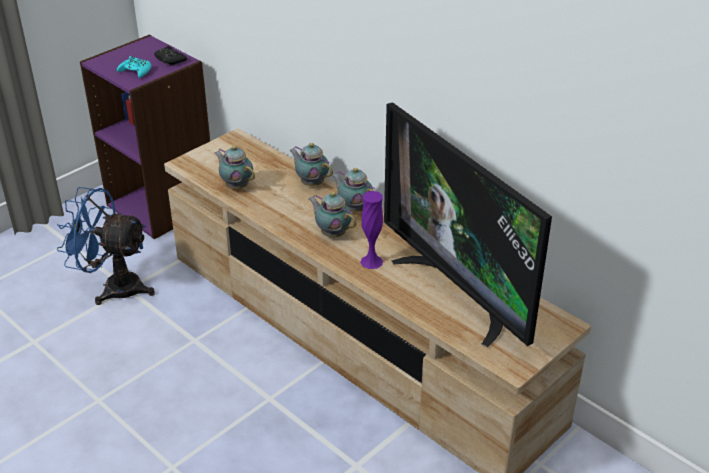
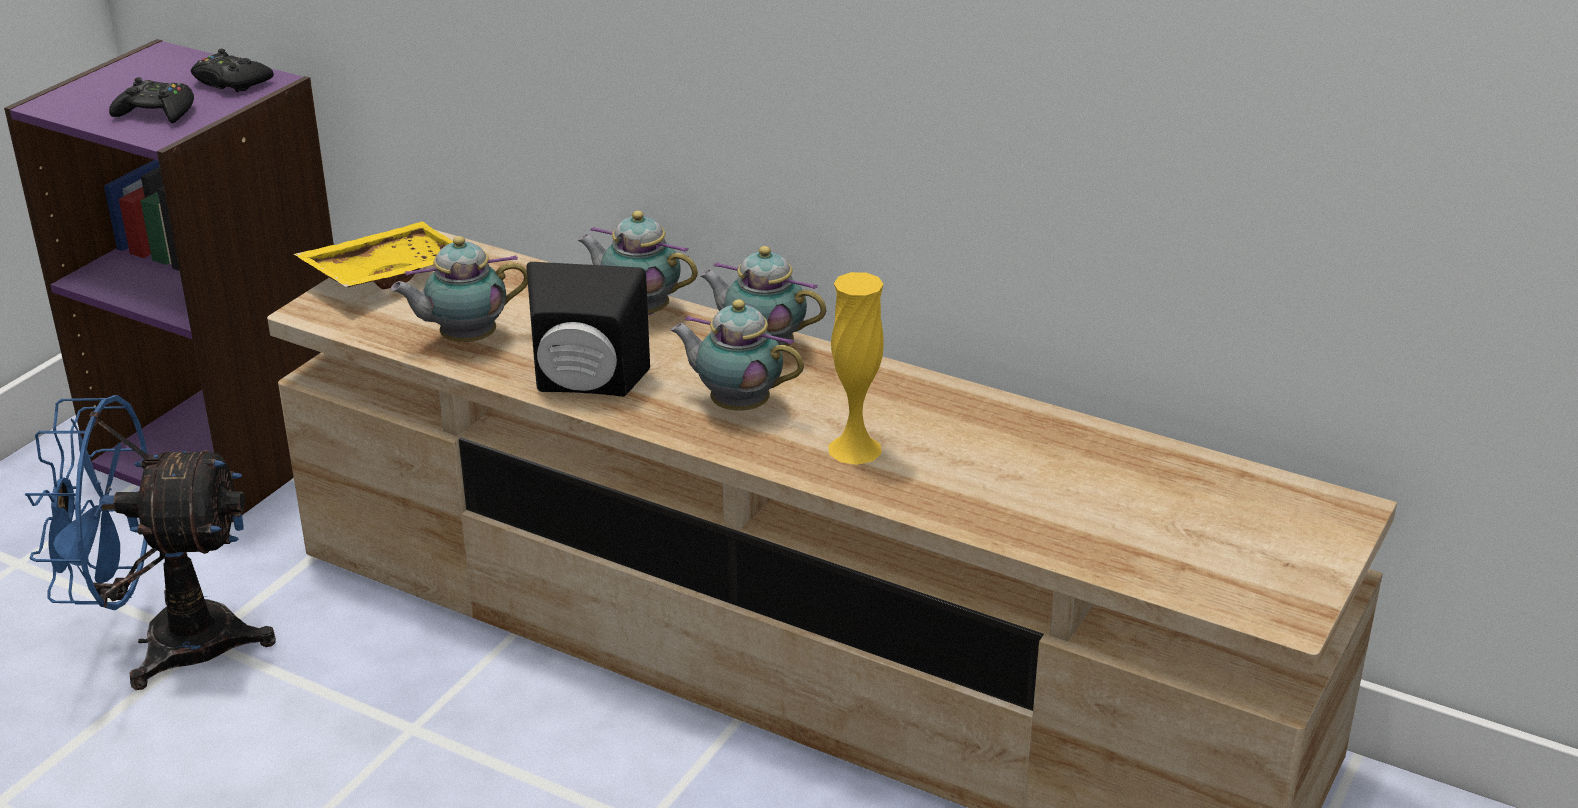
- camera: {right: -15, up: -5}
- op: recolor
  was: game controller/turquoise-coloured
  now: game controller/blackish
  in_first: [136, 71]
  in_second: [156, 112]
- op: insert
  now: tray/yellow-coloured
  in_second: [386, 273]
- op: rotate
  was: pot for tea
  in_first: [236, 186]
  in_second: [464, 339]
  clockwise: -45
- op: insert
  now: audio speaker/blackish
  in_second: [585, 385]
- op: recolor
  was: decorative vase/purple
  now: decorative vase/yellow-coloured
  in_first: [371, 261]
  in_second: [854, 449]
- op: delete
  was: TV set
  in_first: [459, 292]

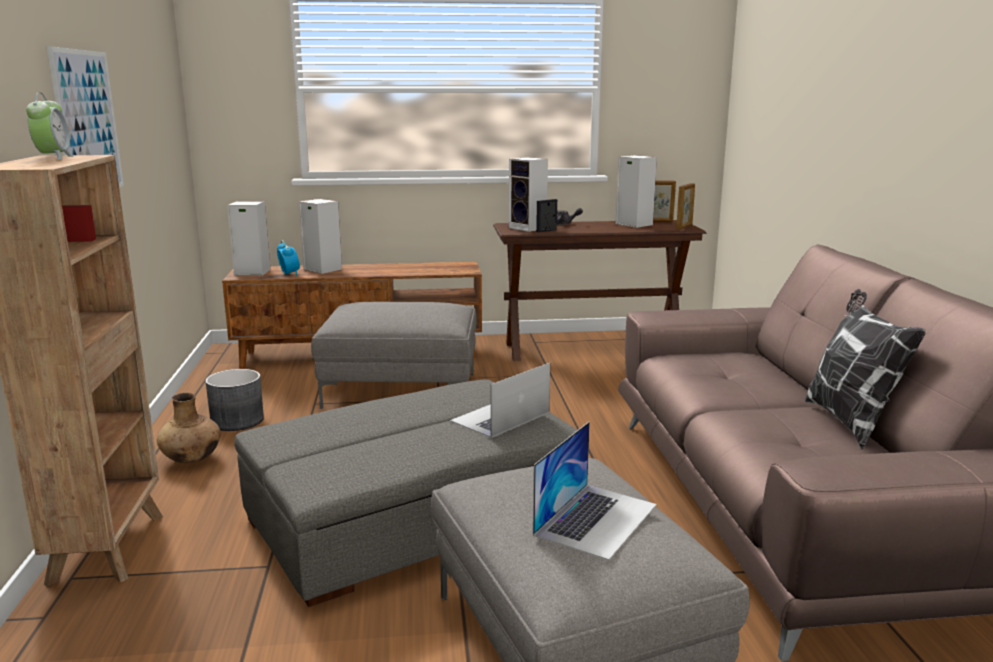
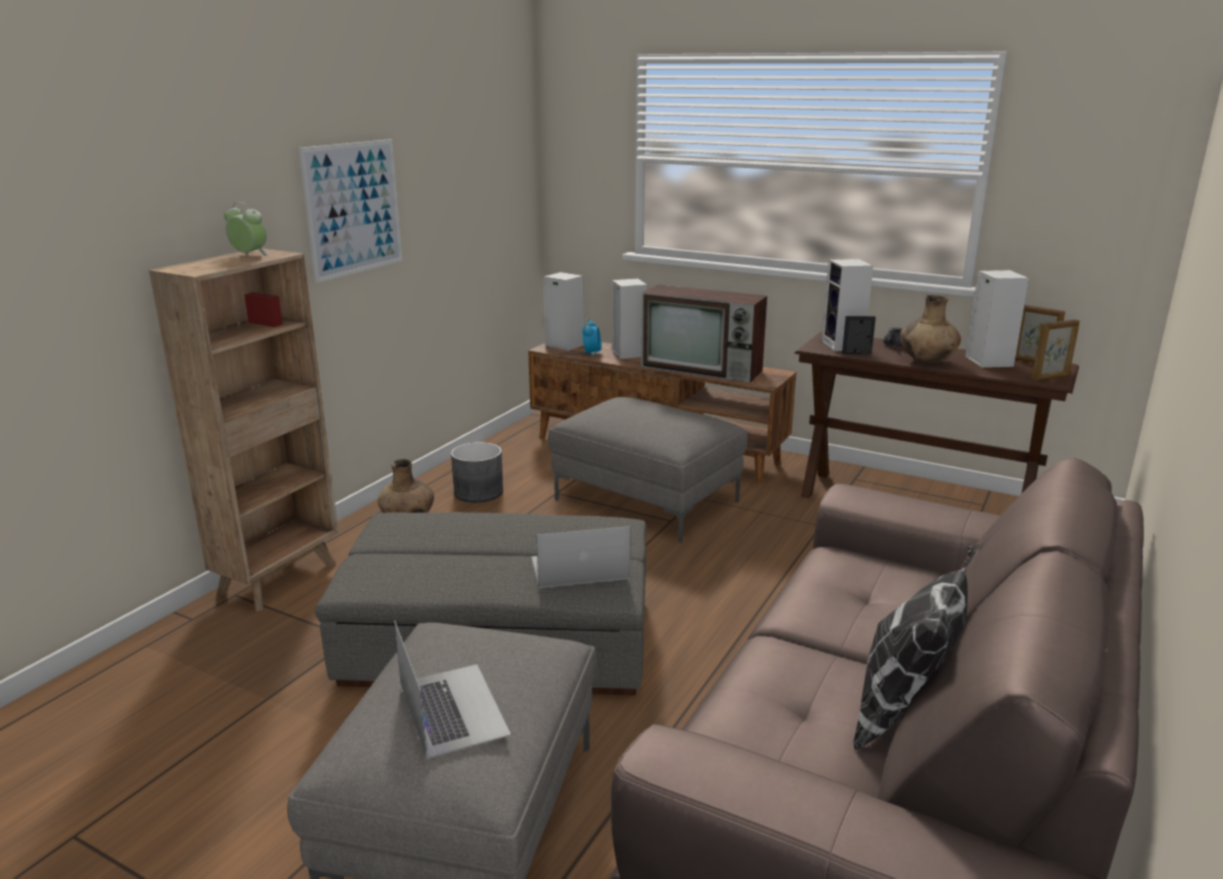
- camera: {right: 35, up: 5}
- op: rotate
  was: alarm clock
  in_first: [53, 158]
  in_second: [249, 255]
  clockwise: -90
- op: rotate
  was: laptop
  in_first: [596, 519]
  in_second: [452, 708]
  clockwise: -90
- op: insert
  now: TV set
  in_second: [703, 369]
- op: insert
  now: decorative vase/brownish
  in_second: [926, 361]

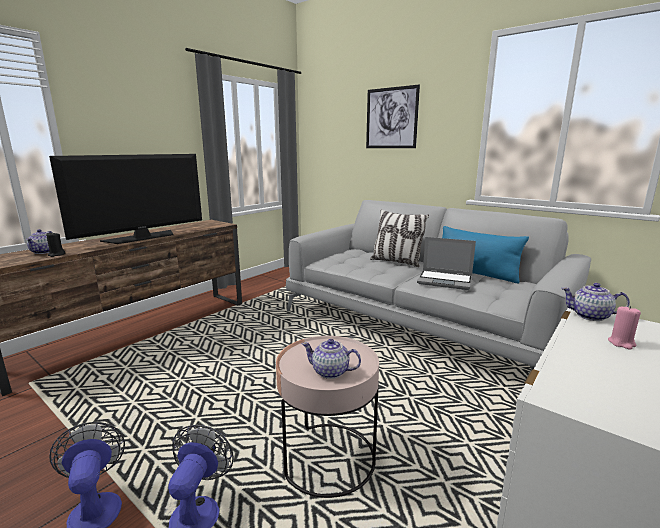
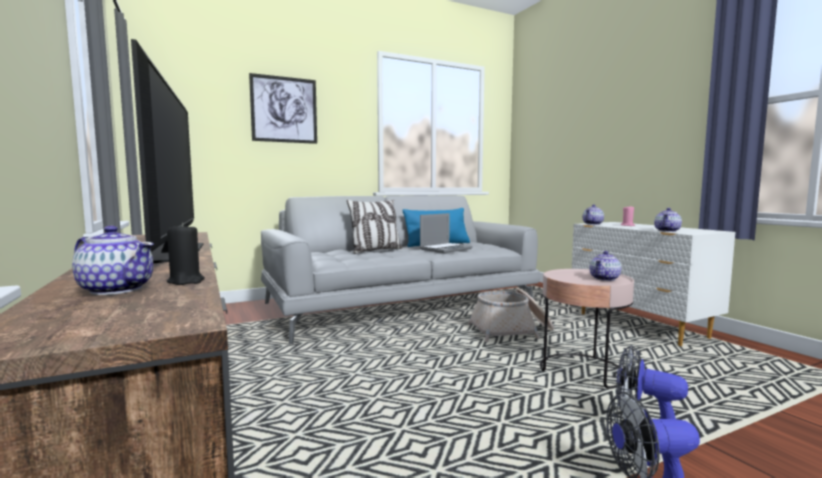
- camera: {right: -65, up: -10}
- op: insert
  now: storage basket
  in_second: [511, 331]
- op: insert
  now: pot for tea
  in_second: [667, 231]

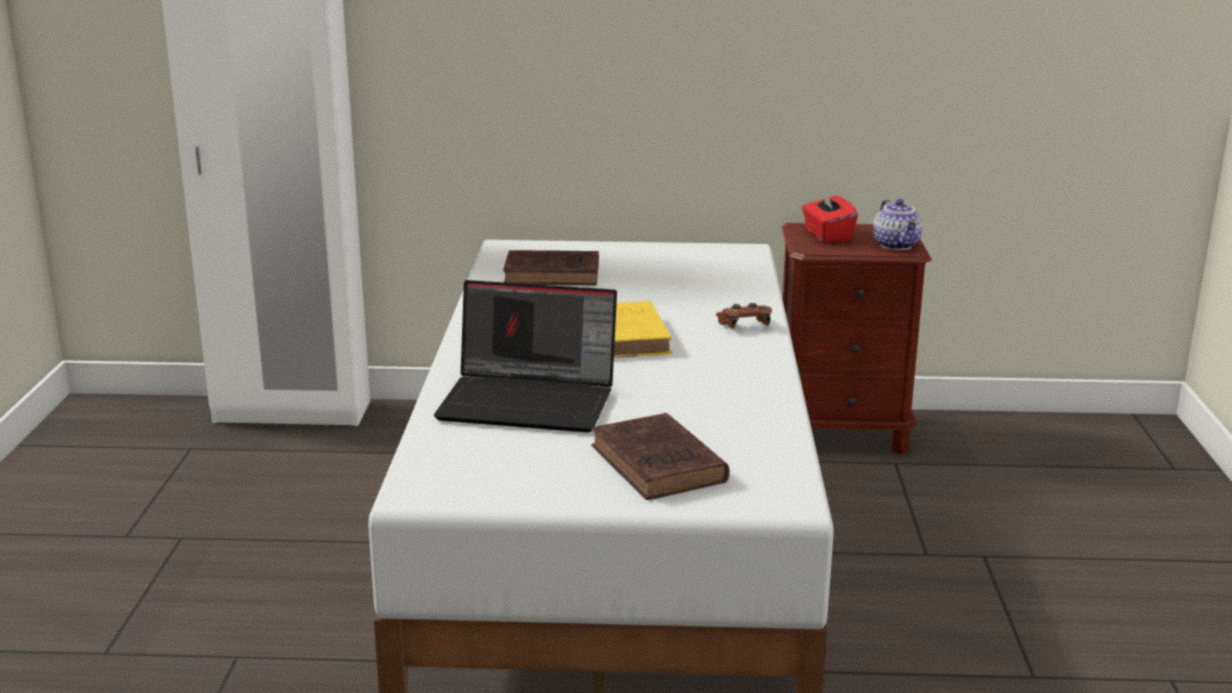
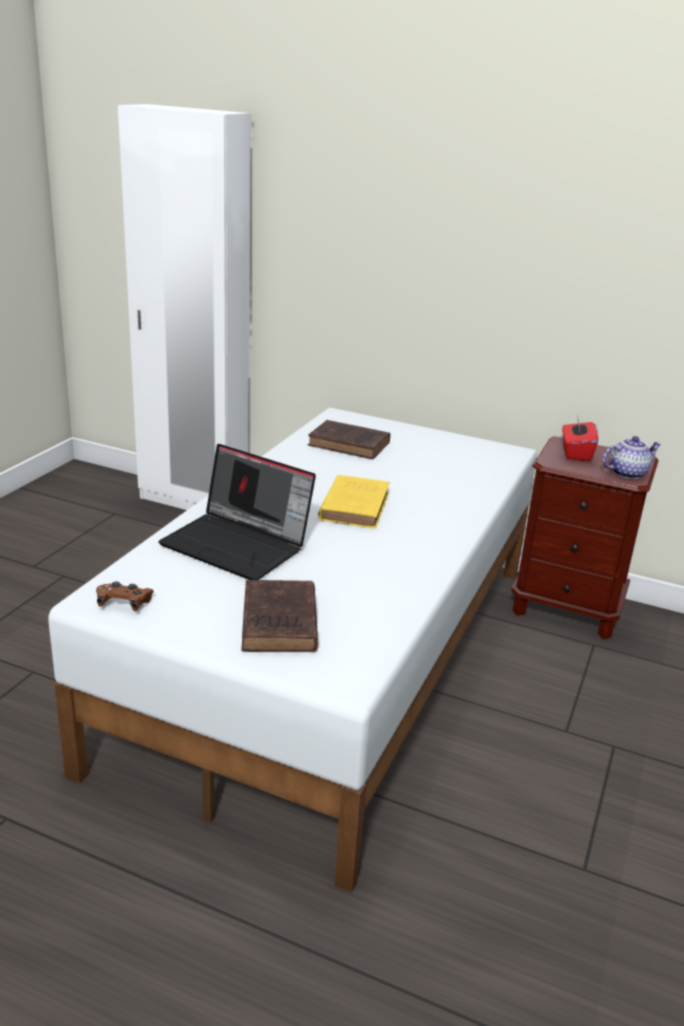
- camera: {right: 20, up: 5}
- op: move
  was: game controller/brownish
  in_first: [744, 325]
  in_second: [124, 604]
- op: rotate
  was: pot for tea
  in_first: [897, 245]
  in_second: [626, 473]
  clockwise: -120

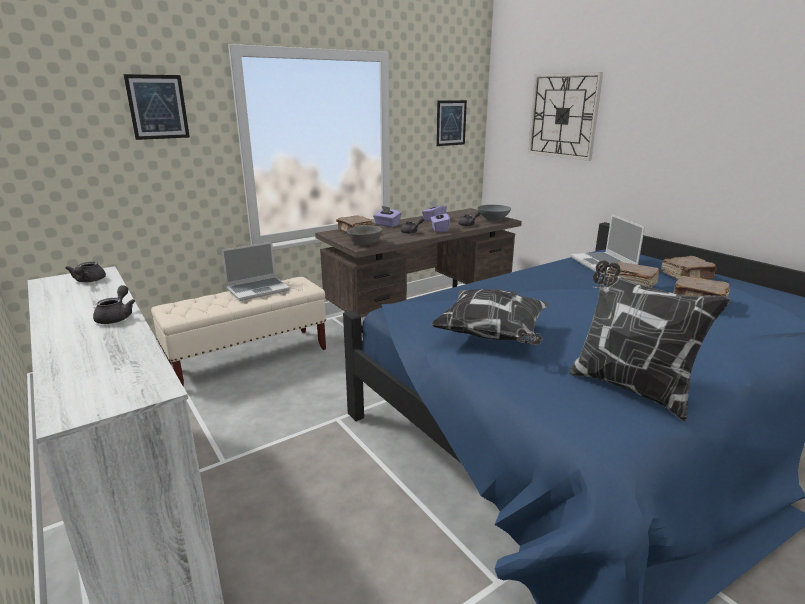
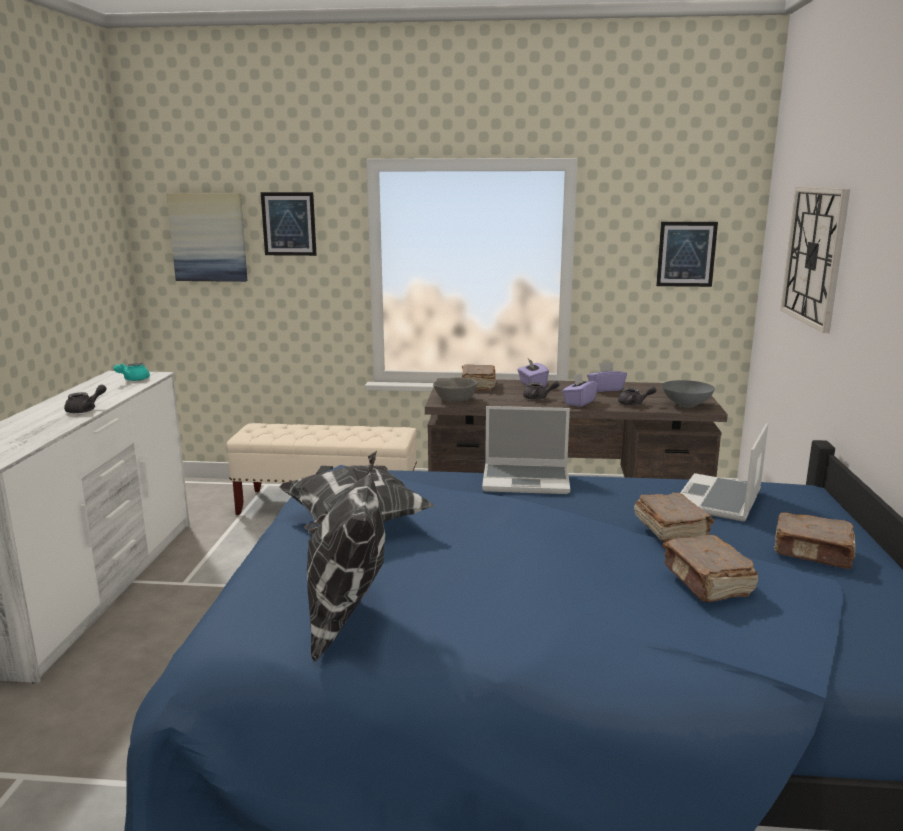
- camera: {right: 40, up: -5}
- op: recolor
  was: pot for tea/greyish
  now: pot for tea/turquoise-coloured
  in_first: [88, 281]
  in_second: [133, 380]
- op: insert
  now: picture
  in_second: [208, 237]
- op: move
  was: laptop
  in_first: [258, 289]
  in_second: [527, 480]

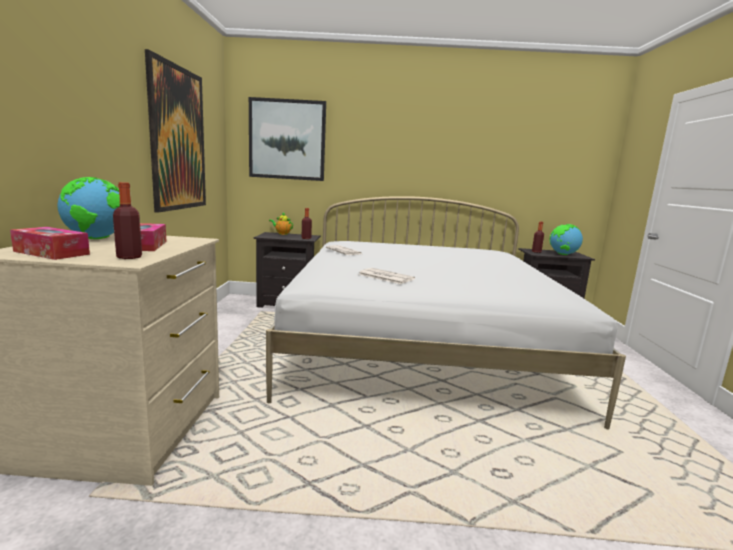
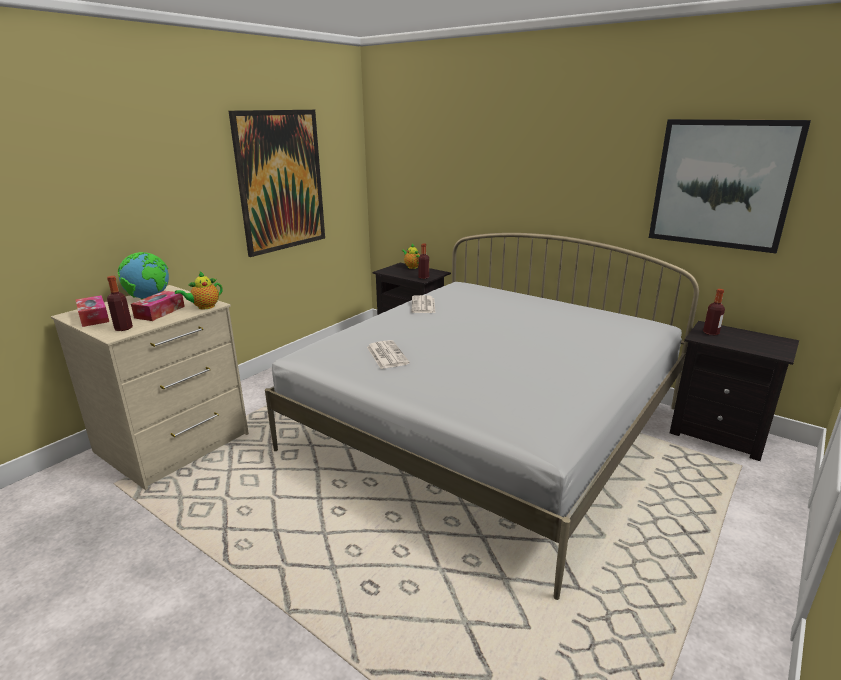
- camera: {right: 35, up: 10}
- op: insert
  now: pot for tea
  in_second: [204, 307]
- op: move
  was: picture
  in_first: [287, 140]
  in_second: [722, 184]
- op: delete
  was: desk globe
  in_first: [563, 254]

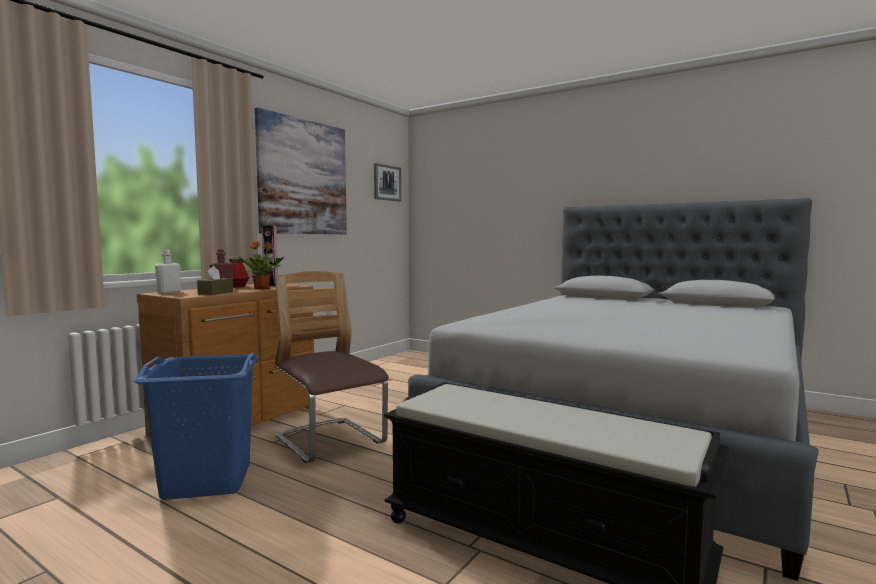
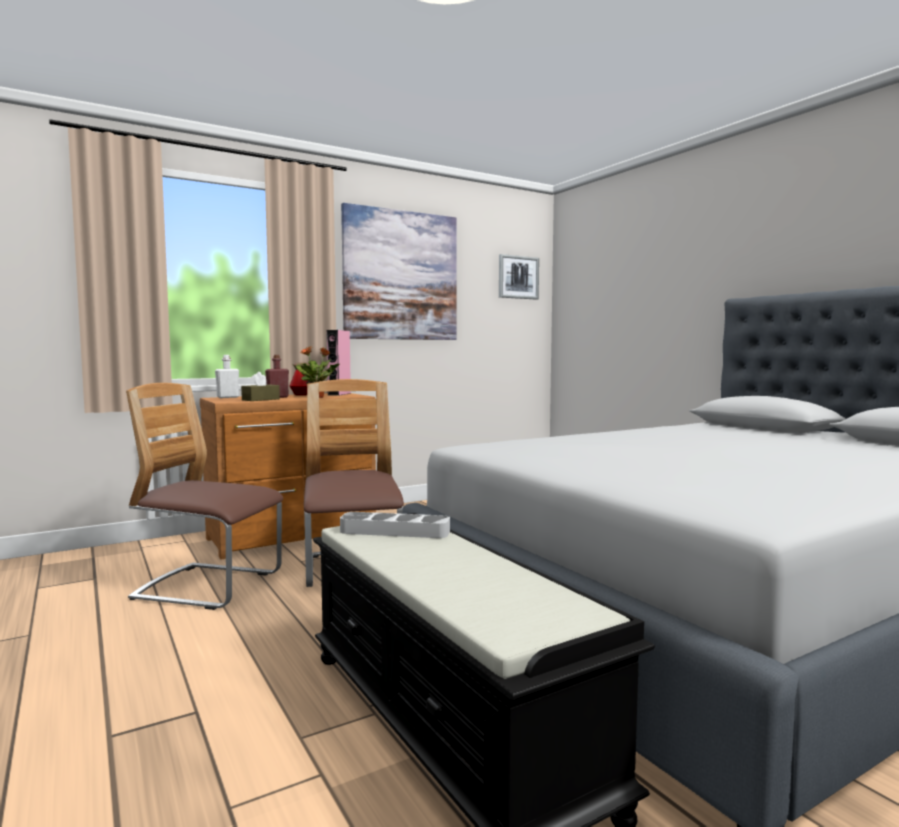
- camera: {right: 25, up: 0}
- op: replace
  was: washing basket/blue
  now: chair
  in_first: [207, 481]
  in_second: [209, 587]
- op: insert
  now: tray/greyish
  in_second: [395, 531]

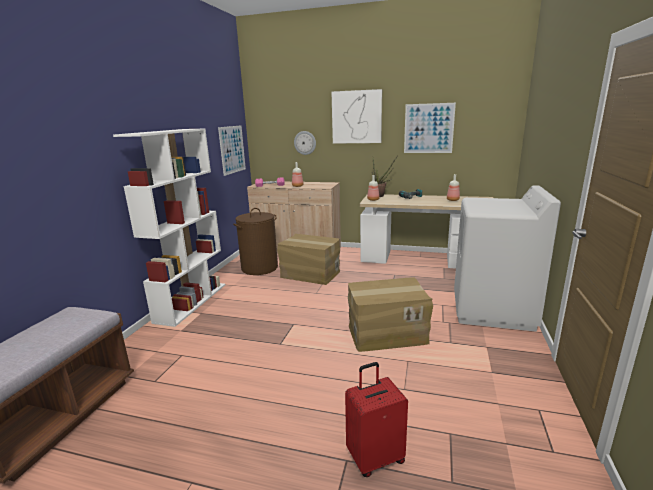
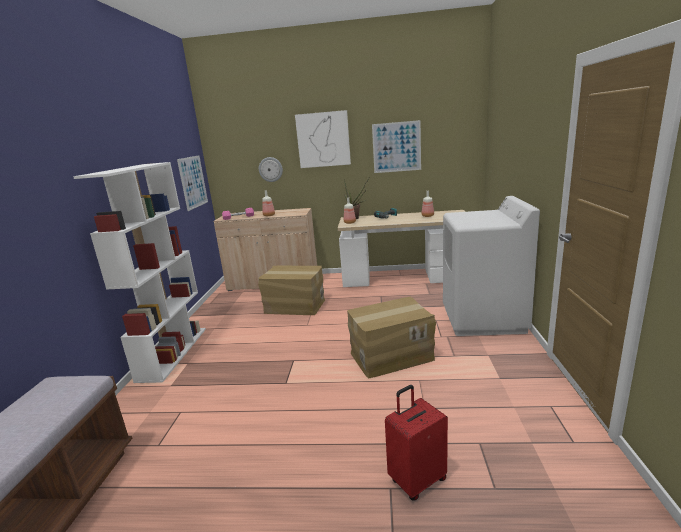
- camera: {right: -10, up: 0}
- op: delete
  was: washing basket/brownish
  in_first: [259, 268]

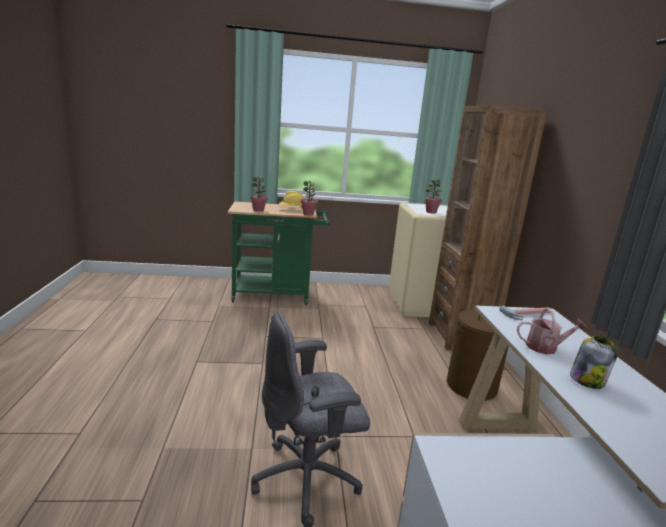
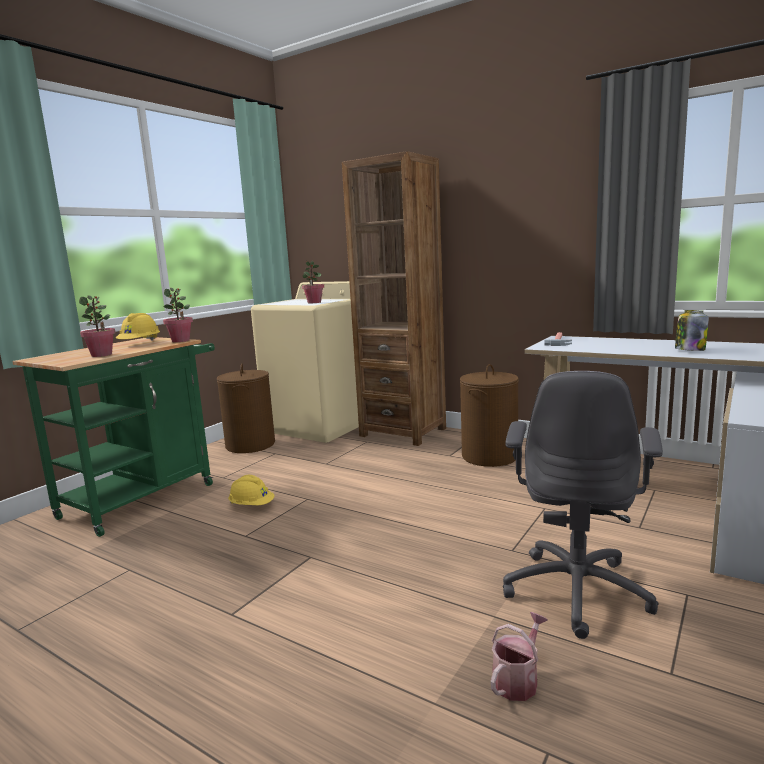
- camera: {right: -50, up: -5}
- op: insert
  now: washing basket/brownish
  in_second: [250, 444]
- op: insert
  now: work helmet/yellow-coloured
  in_second: [252, 506]
- op: move
  was: sprinkling can
  in_first: [545, 347]
  in_second: [518, 679]

